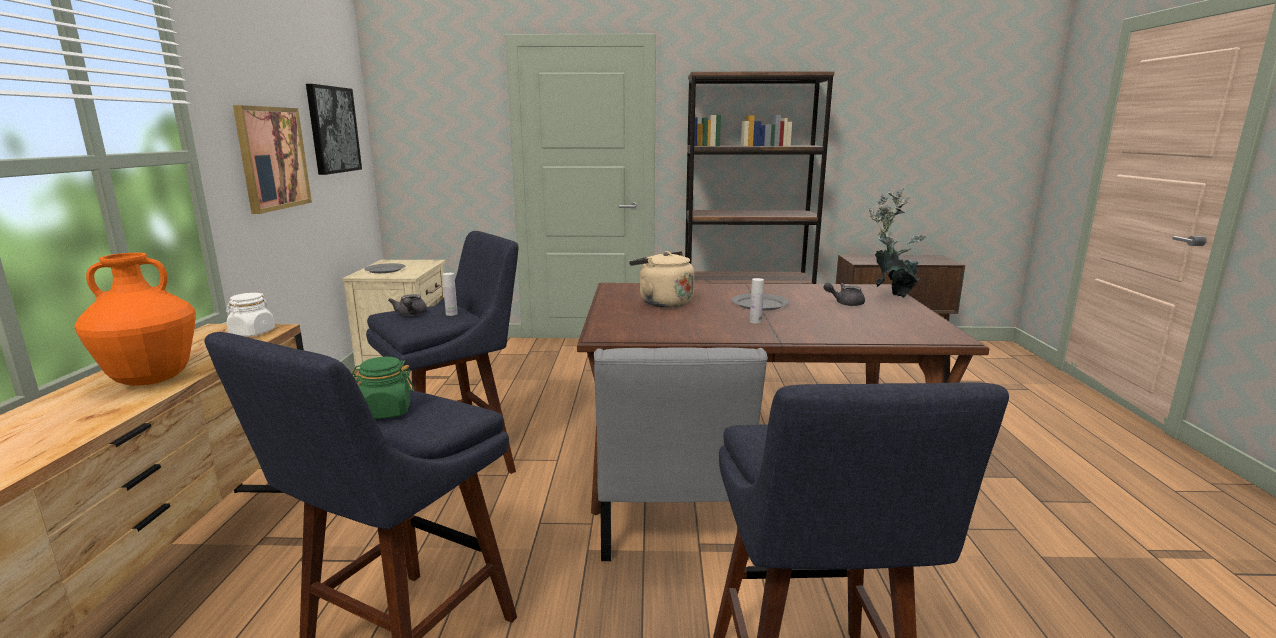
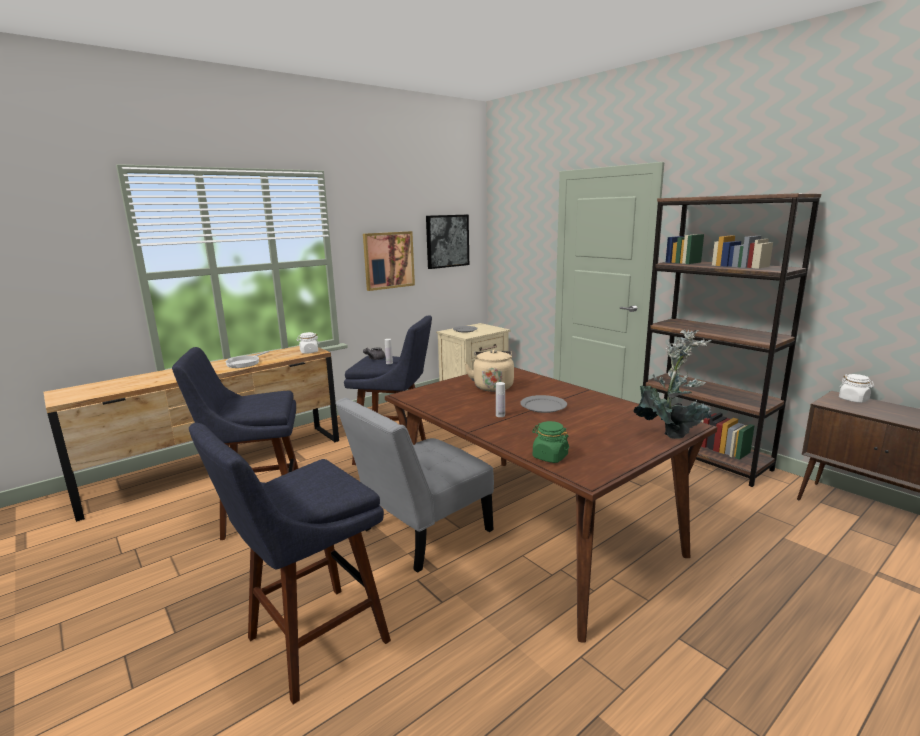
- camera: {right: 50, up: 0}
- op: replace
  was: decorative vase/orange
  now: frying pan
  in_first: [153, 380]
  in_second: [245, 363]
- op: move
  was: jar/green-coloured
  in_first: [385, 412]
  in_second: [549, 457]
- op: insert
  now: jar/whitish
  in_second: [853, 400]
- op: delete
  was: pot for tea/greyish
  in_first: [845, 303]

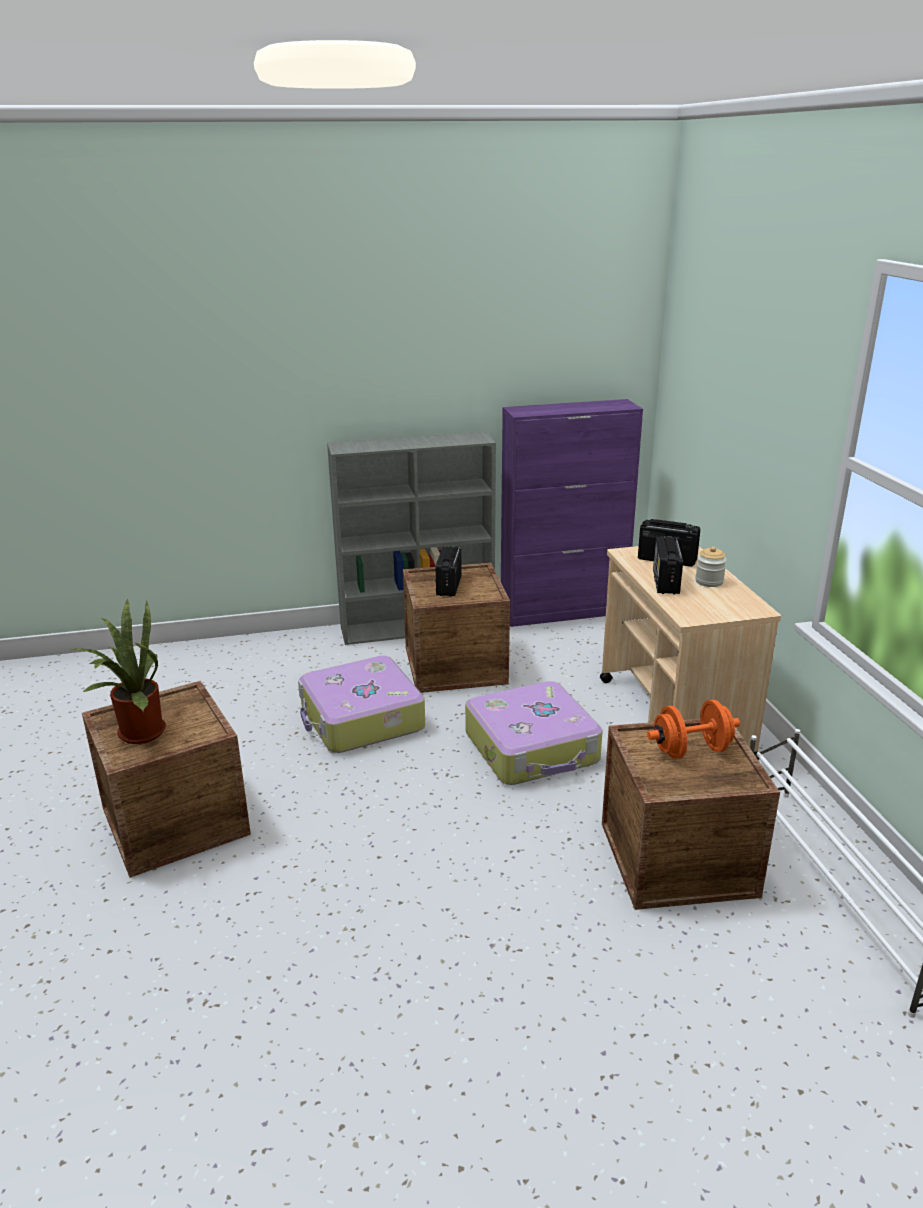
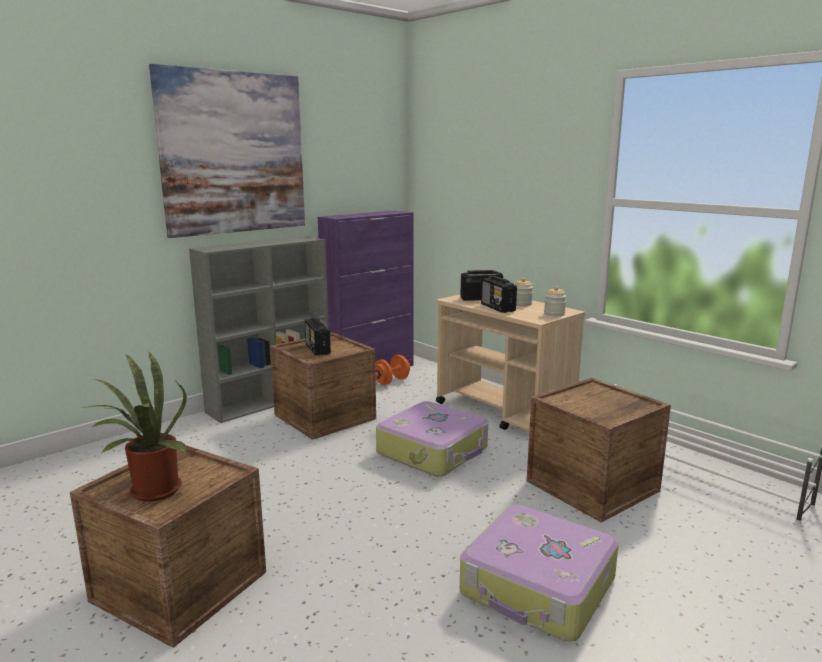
- camera: {right: -30, up: -10}
- op: insert
  now: picture
  in_second: [234, 153]
- op: move
  was: hand weight/orange
  in_first: [691, 750]
  in_second: [391, 381]
- op: move
  was: suitcase
  in_first: [361, 719]
  in_second: [538, 587]
- op: insert
  now: jar
  in_second: [554, 314]

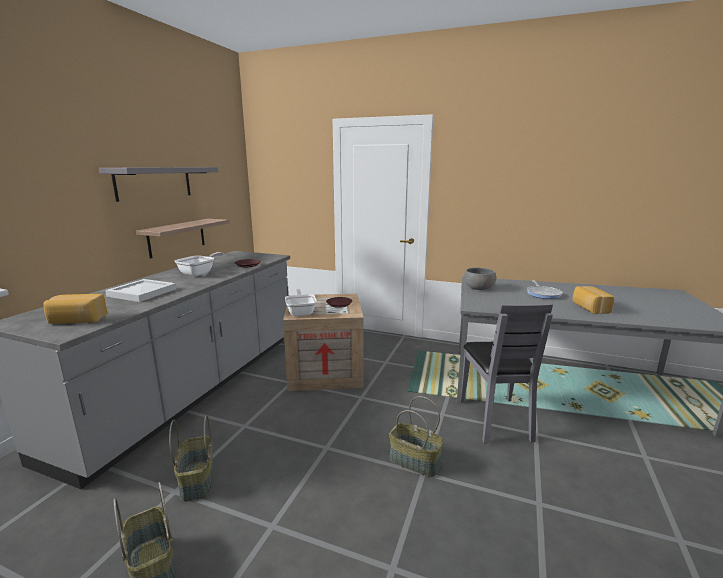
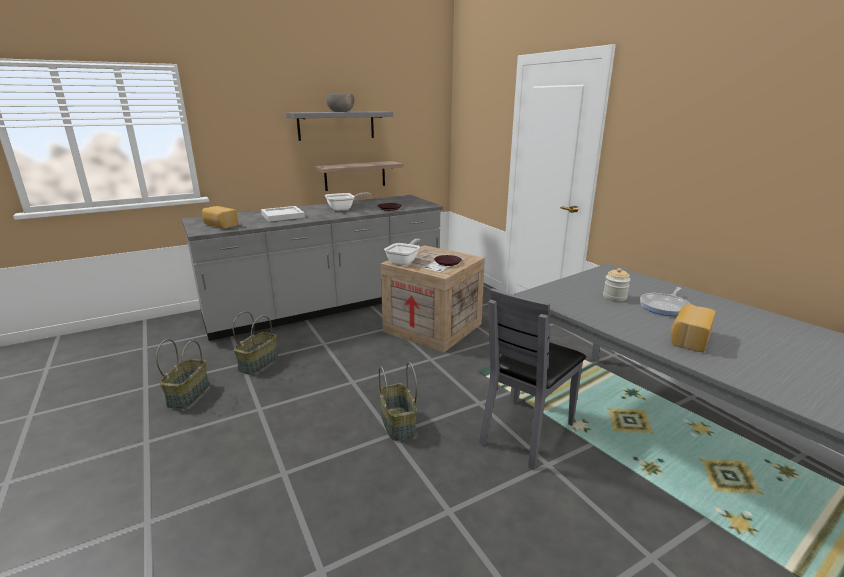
- camera: {right: 40, up: 5}
- op: move
  was: serving bowl/greyish
  in_first: [479, 288]
  in_second: [341, 112]
- op: insert
  now: jar
  in_second: [614, 297]

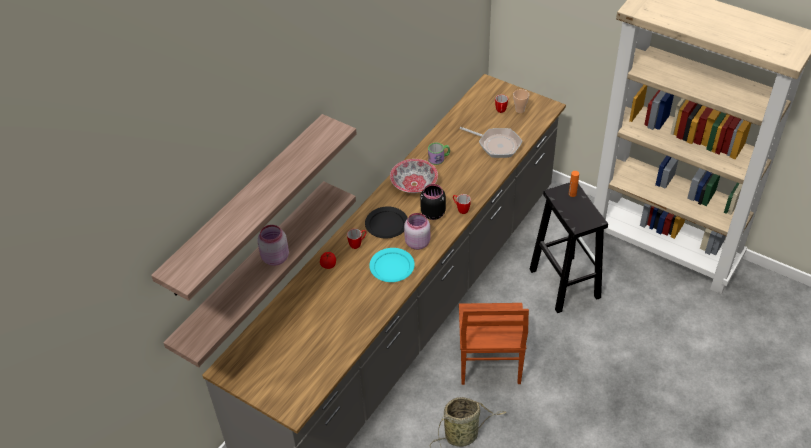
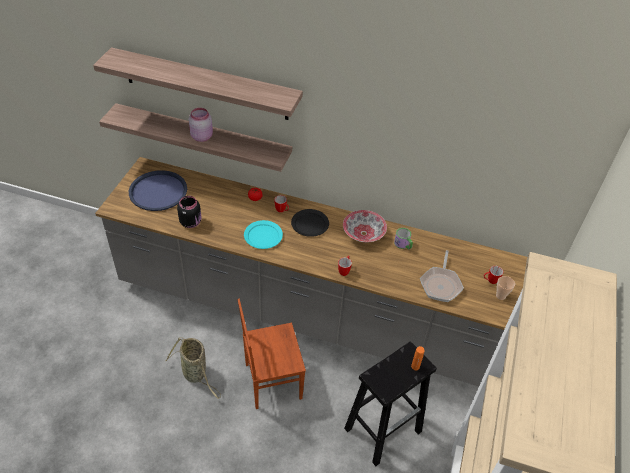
- camera: {right: 70, up: 0}
- op: insert
  now: tray/blue
  in_second: [158, 191]
- op: move
  was: jar/blackish
  in_first: [432, 213]
  in_second: [191, 222]
- op: delete
  was: jar/pinkish
  in_first: [417, 242]

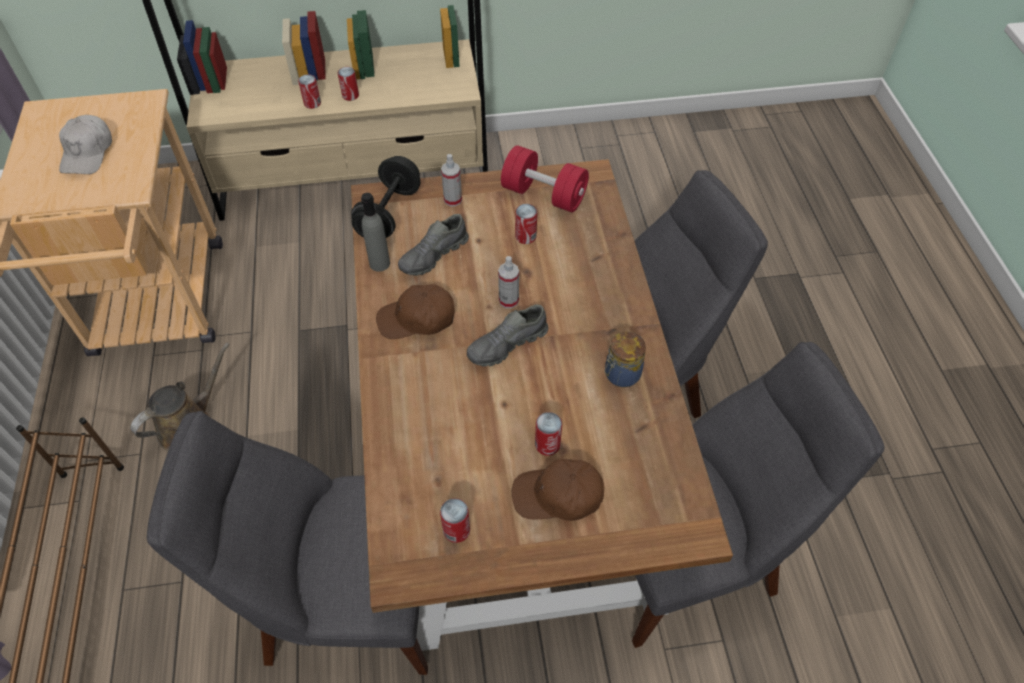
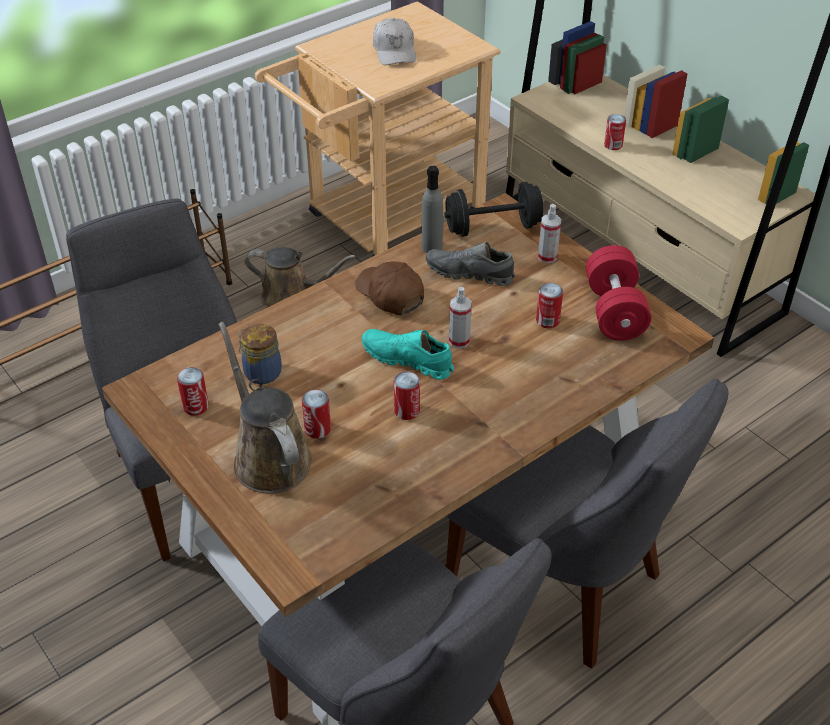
- camera: {right: 60, up: -10}
- op: replace
  was: cap/brownish
  now: sprinkling can/brownish
  in_first: [558, 496]
  in_second: [268, 457]
- op: move
  was: jar
  in_first: [621, 375]
  in_second: [261, 372]
- op: recolor
  was: low shoe/greyish
  now: low shoe/turquoise-coloured
  in_first: [507, 345]
  in_second: [407, 360]
- op: rotate
  was: cap/whitish
  in_first: [88, 153]
  in_second: [395, 51]
  clockwise: -75
- op: move
  was: metal can
  in_first: [350, 95]
  in_second: [407, 411]

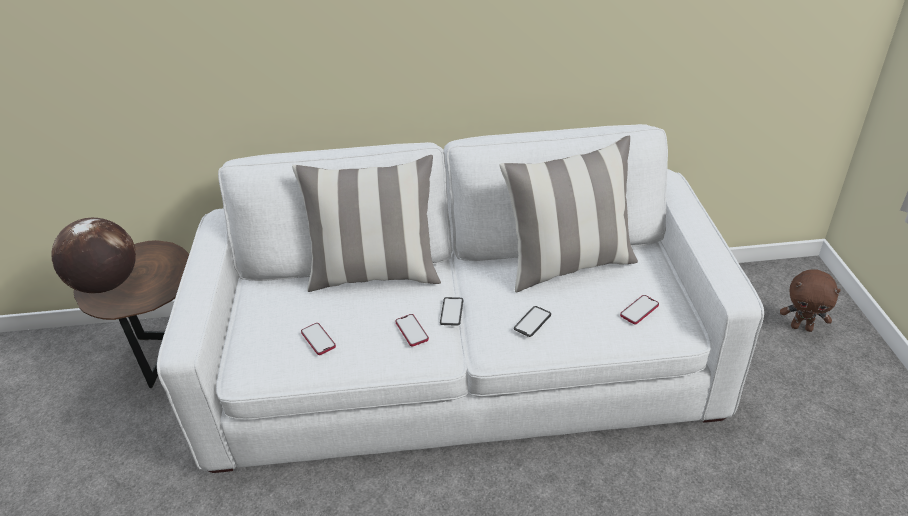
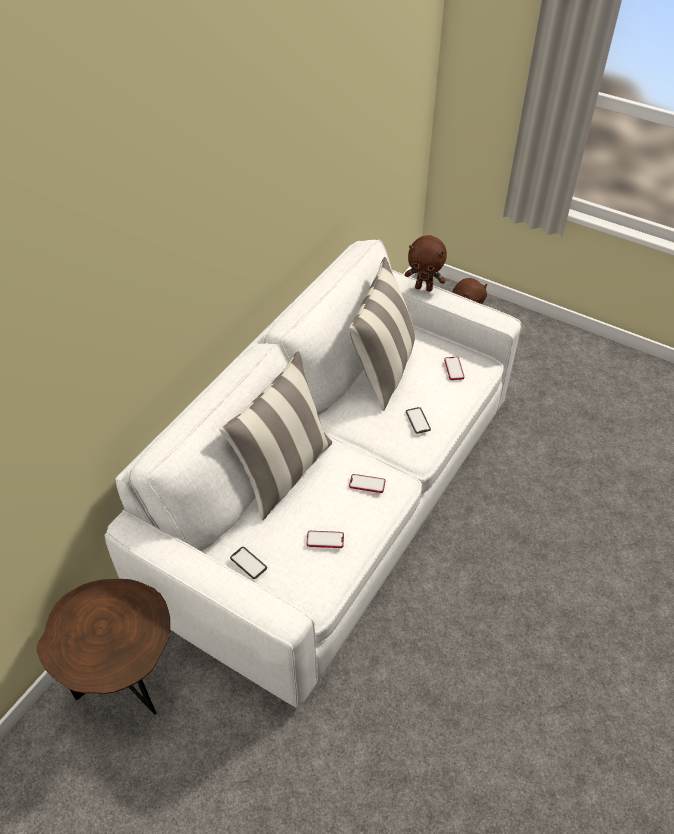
- camera: {right: -55, up: 10}
- op: move
  was: phone
  in_first: [451, 312]
  in_second: [248, 563]
- op: insert
  now: cuddly toy/brownish
  in_second: [424, 288]
- op: delete
  was: desk globe
  in_first: [107, 284]

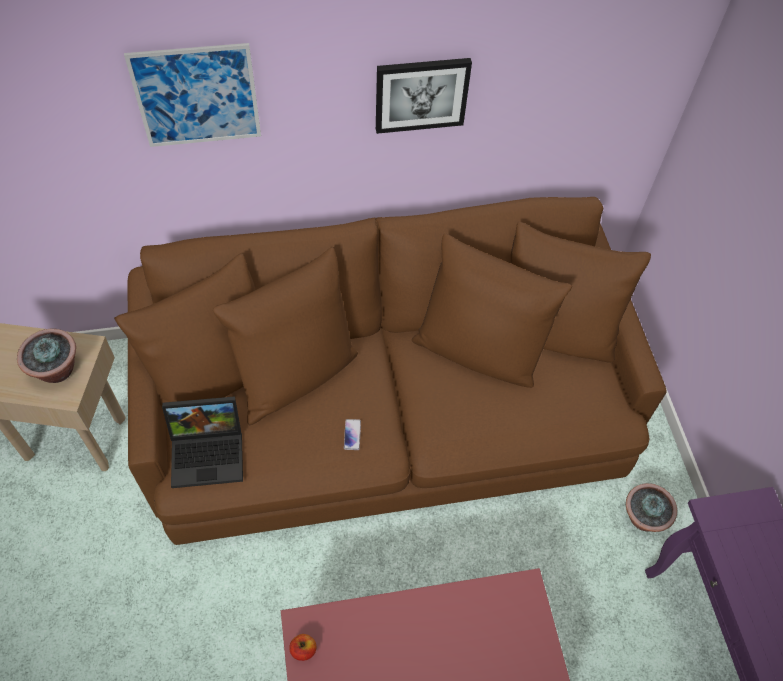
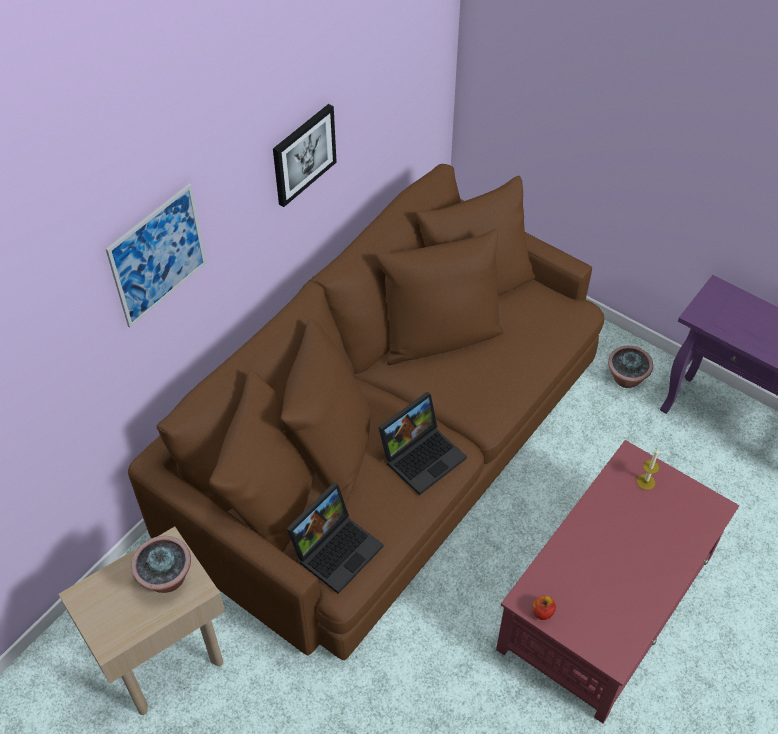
- camera: {right: -40, up: -5}
- op: replace
  was: phone
  now: laptop
  in_first: [352, 435]
  in_second: [422, 455]
- op: insert
  now: wax light
  in_second: [646, 482]

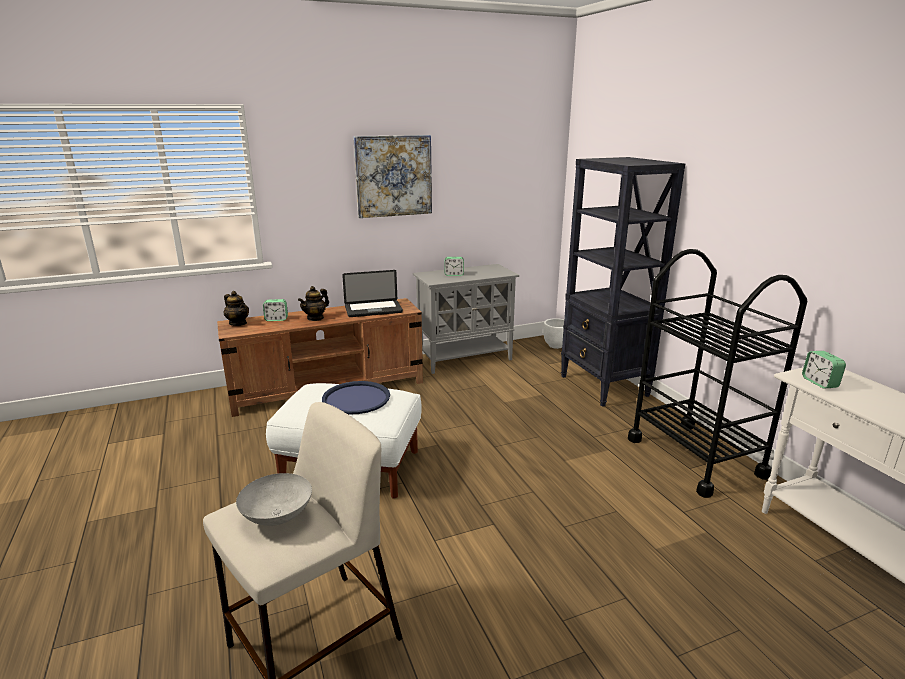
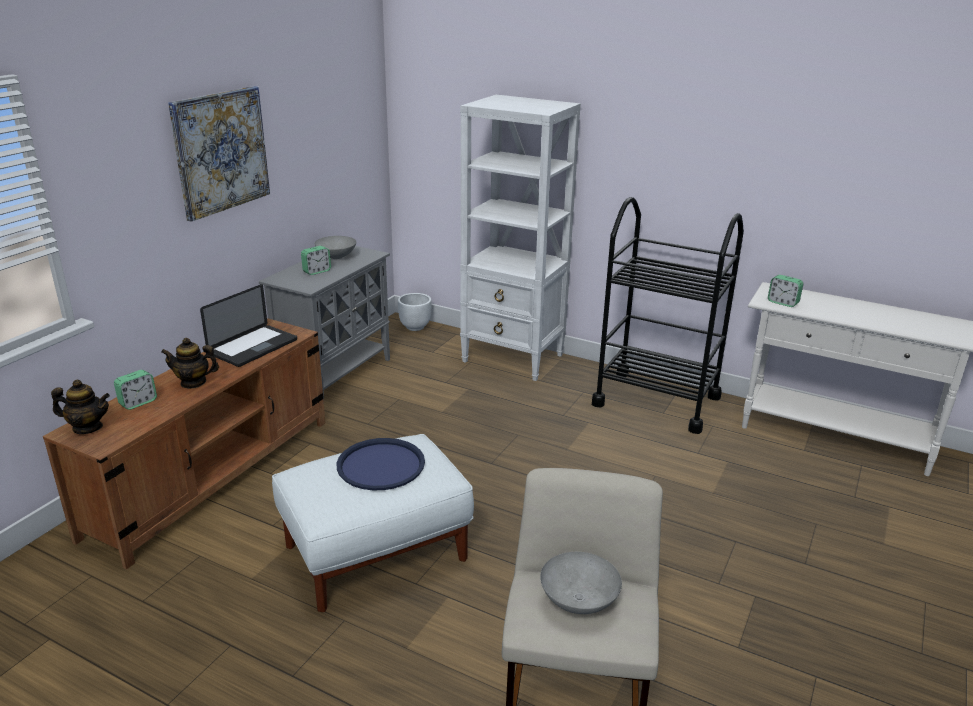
- camera: {right: -40, up: 5}
- op: rotate
  was: pot for tea
  in_first: [315, 318]
  in_second: [193, 382]
  clockwise: 90
- op: insert
  now: serving bowl/greyish
  in_second: [336, 257]
- op: recolor
  was: bookshelf/blackish
  now: bookshelf/whitish
  in_first: [604, 386]
  in_second: [513, 358]

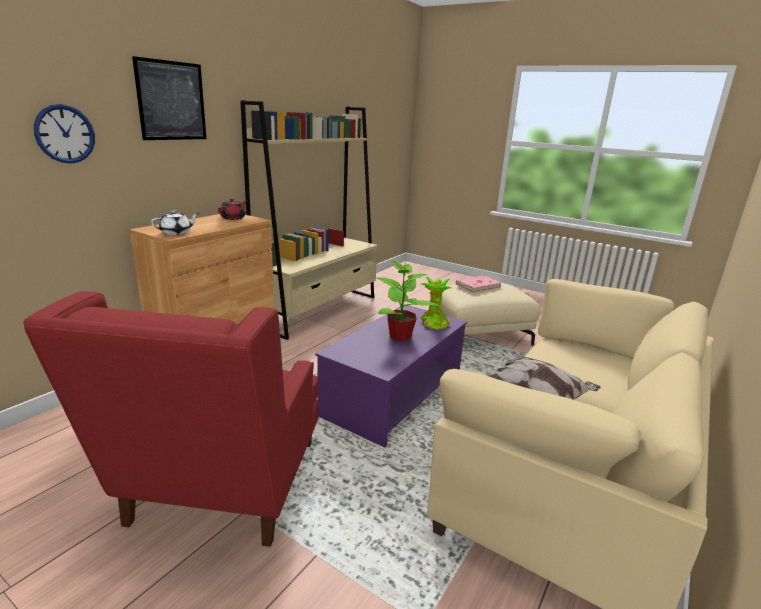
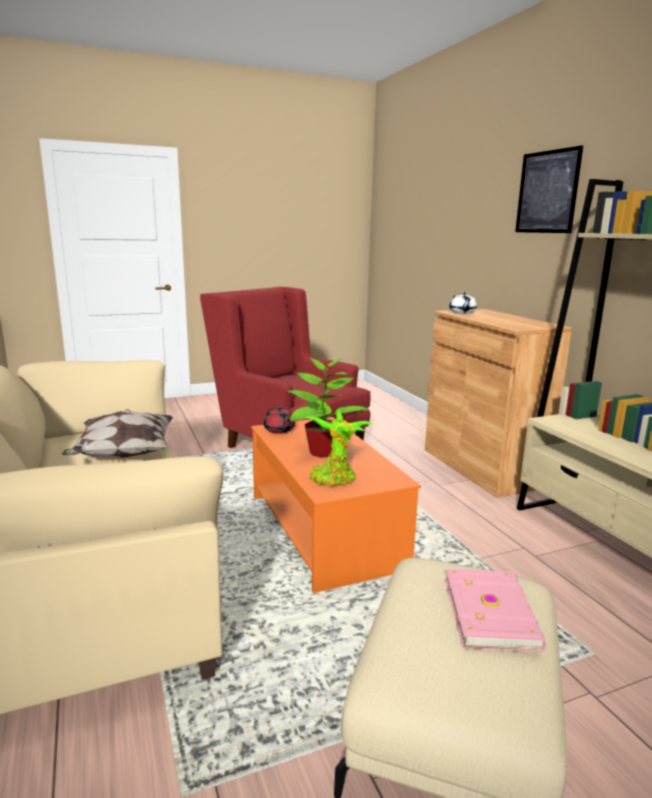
- camera: {right: 125, up: -5}
- op: recolor
  was: coffee table/purple
  now: coffee table/orange
  in_first: [393, 396]
  in_second: [323, 529]
- op: move
  was: pot for tea/red-coloured
  in_first: [233, 218]
  in_second: [279, 430]
- op: delete
  was: wall clock
  in_first: [65, 134]

